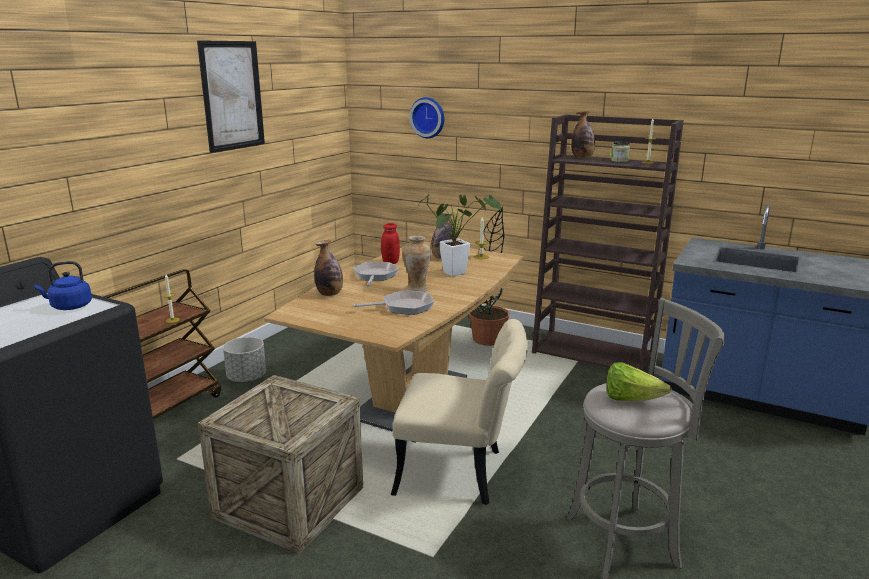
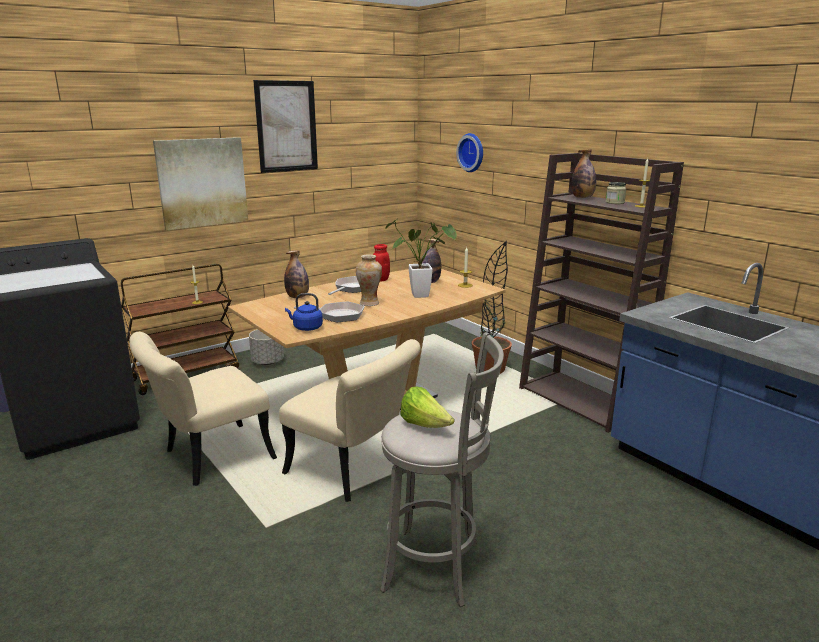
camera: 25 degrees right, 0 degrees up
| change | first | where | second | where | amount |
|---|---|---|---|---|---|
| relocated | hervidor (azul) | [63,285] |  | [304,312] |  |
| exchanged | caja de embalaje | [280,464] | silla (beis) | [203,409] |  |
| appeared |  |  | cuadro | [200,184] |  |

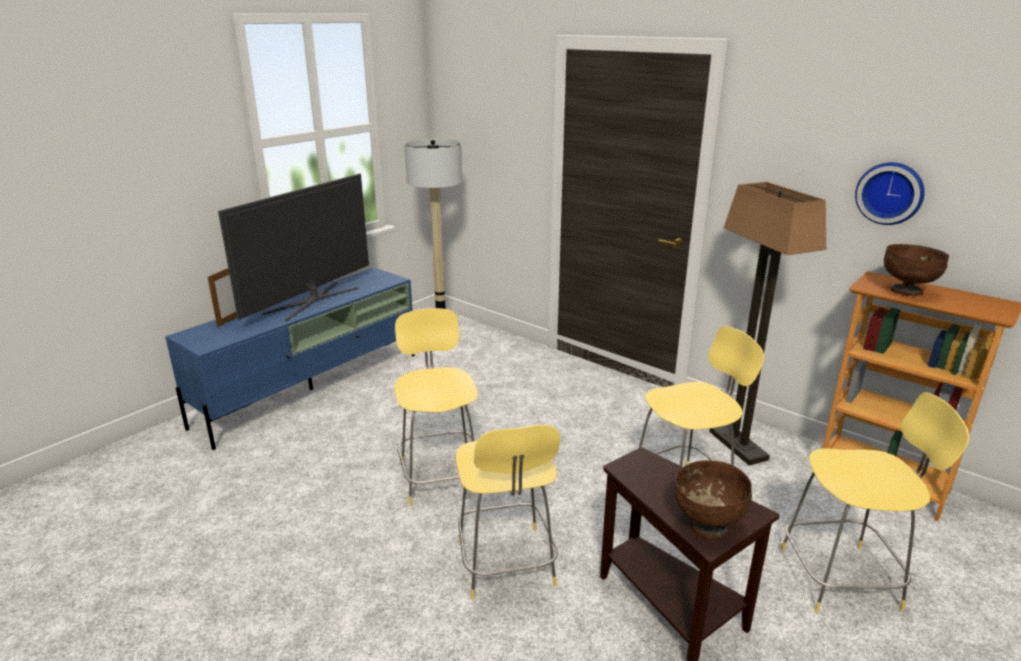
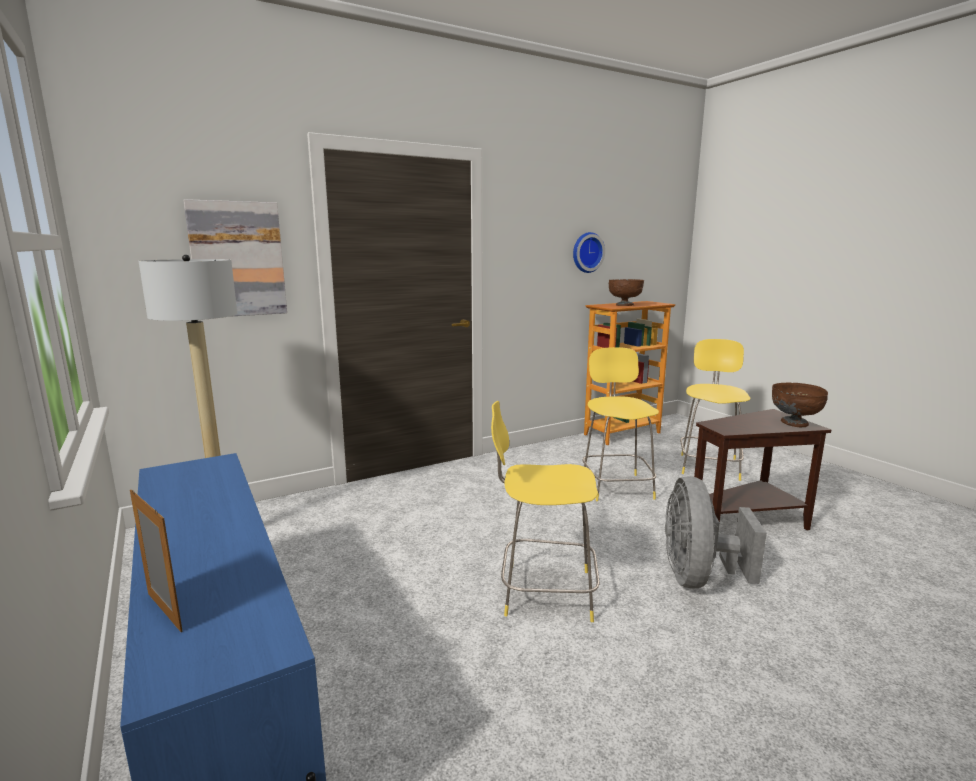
camera: 70 degrees left, 10 degrees down
| change | first | where | second | where | amount |
|---|---|---|---|---|---|
| missing | televisor | [293,247] |  |  |  |
| missing | lámpara de pie | [768,323] |  |  |  |
| exchanged | taburete (amarillo) | [508,512] | ventilador (gris) | [716,532] |  |
| appeared |  |  | cuadro | [235,258] |  |

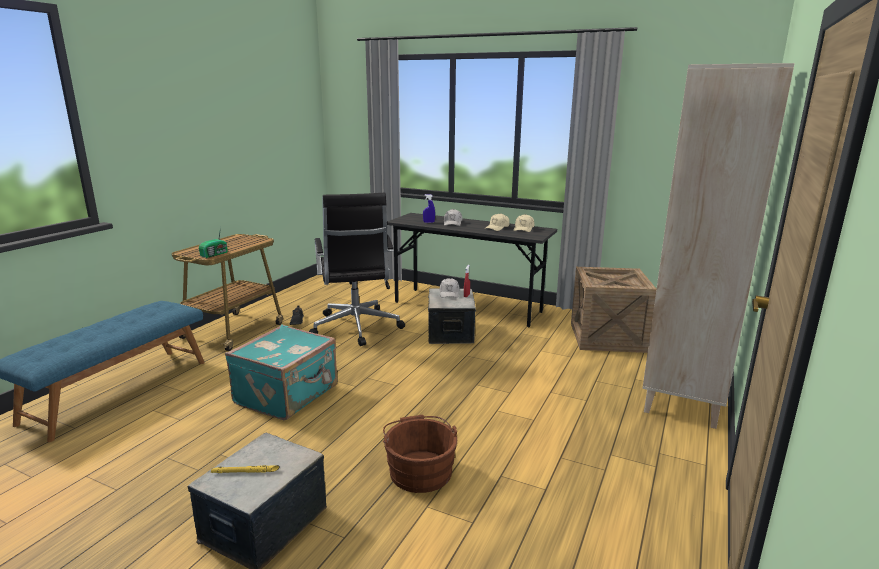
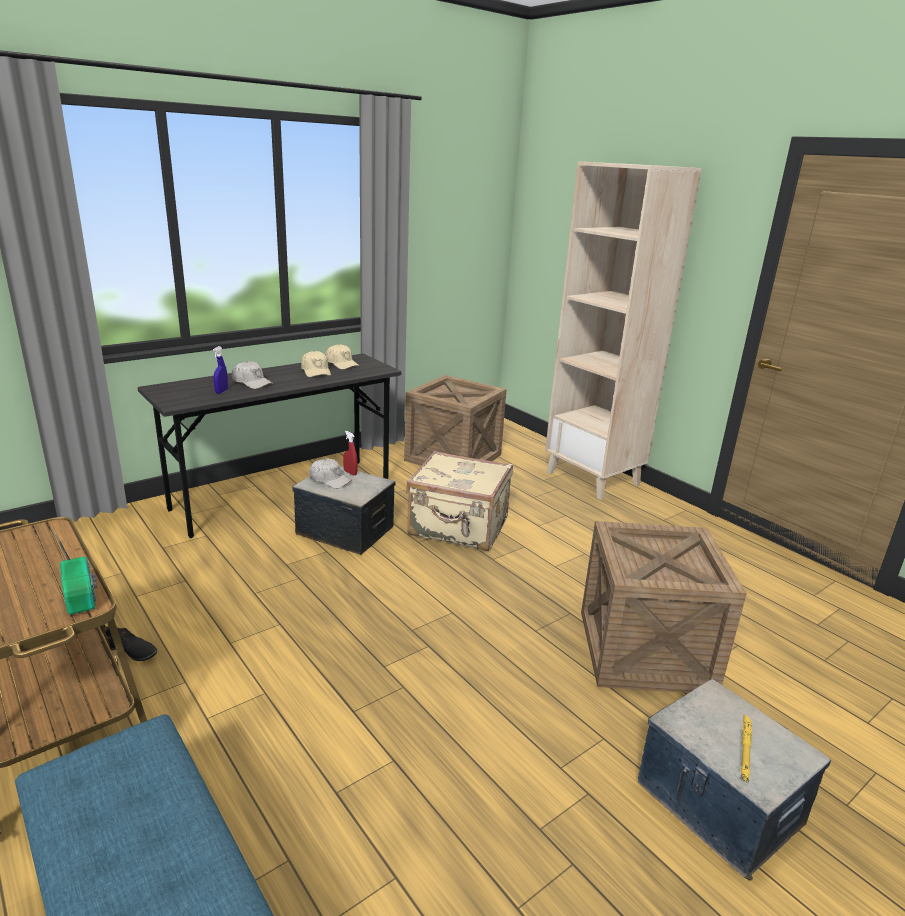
camera: 65 degrees left, 5 degrees up
| change | first | where | second | where | amount |
|---|---|---|---|---|---|
| missing | silla de oficina (negro) | [357,269] |  |  |  |
| missing | maleta (turquesa) | [281,372] |  |  |  |
| exchanged | cubo (marrón) | [420,454] | caja de embalaje | [664,607] |  |
| appeared |  |  | maleta (beis) | [459,501] |  |

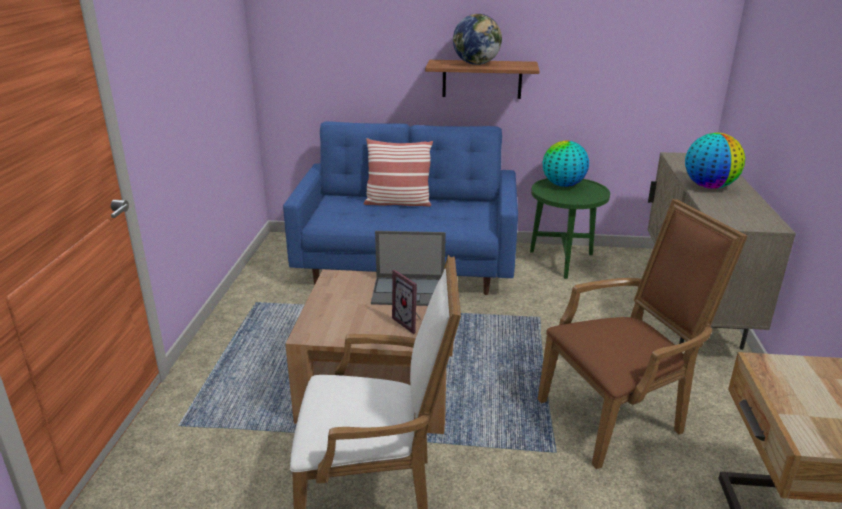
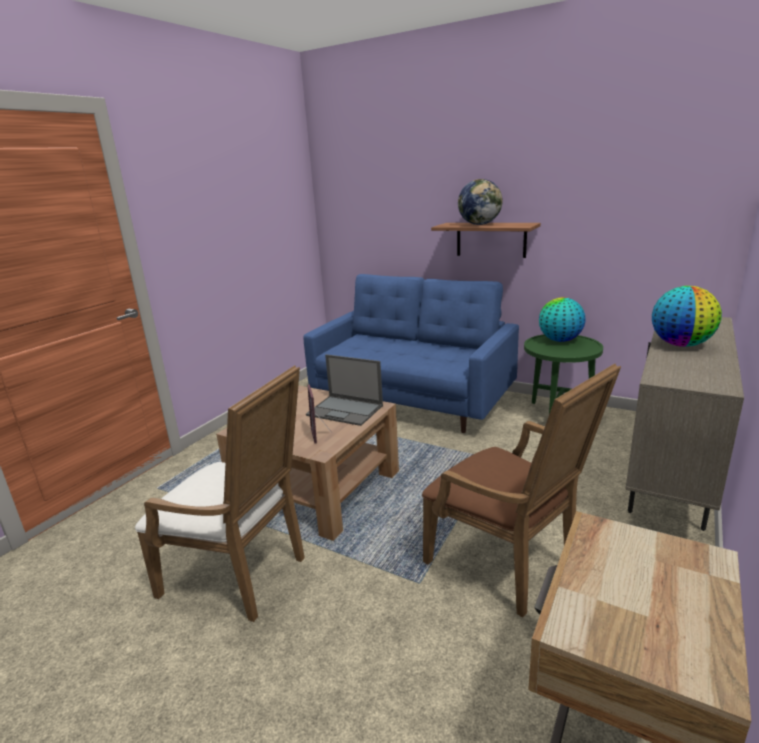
camera: 25 degrees right, 5 degrees down
| change | first | where | second | where | amount |
|---|---|---|---|---|---|
| missing | cojín | [398,172] |  |  |  |
| spun | sillón (marrón) | [643,334] |  | [521,491] | 45 degrees clockwise |

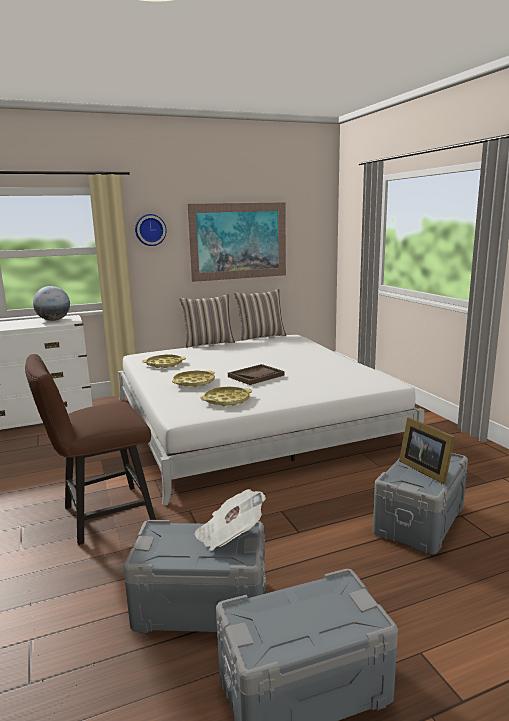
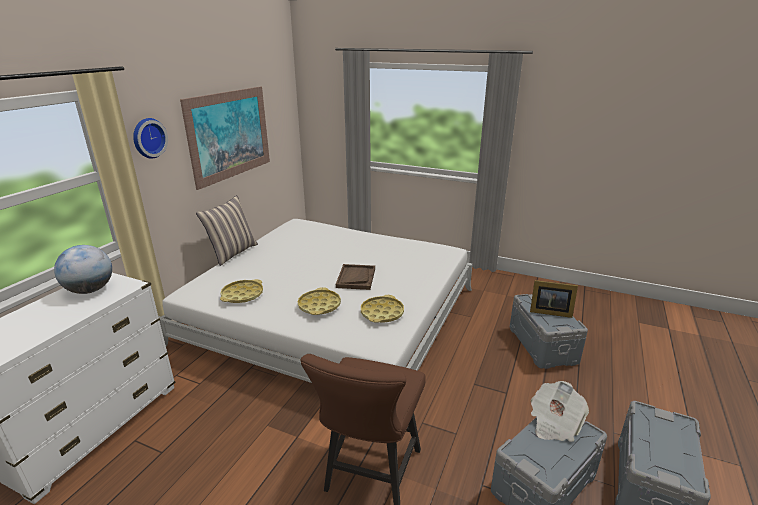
camera: 45 degrees left, 10 degrees up
| change | first | where | second | where | amount |
|---|---|---|---|---|---|
| missing | cojín | [260,315] |  |  |  |

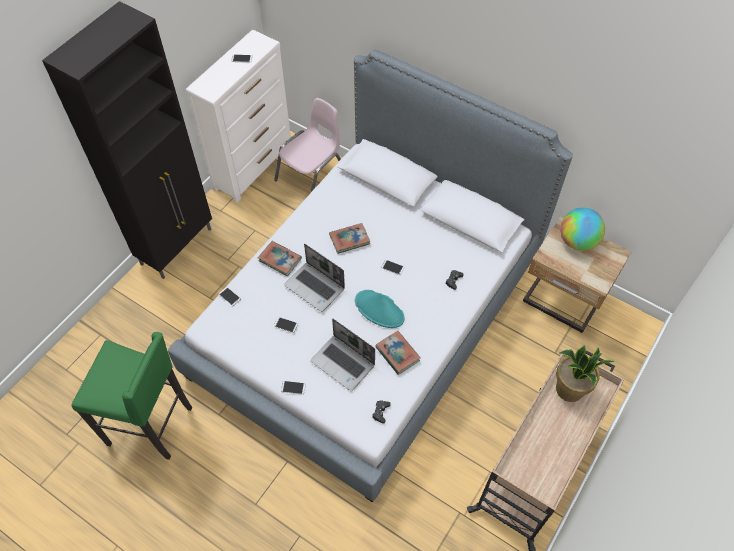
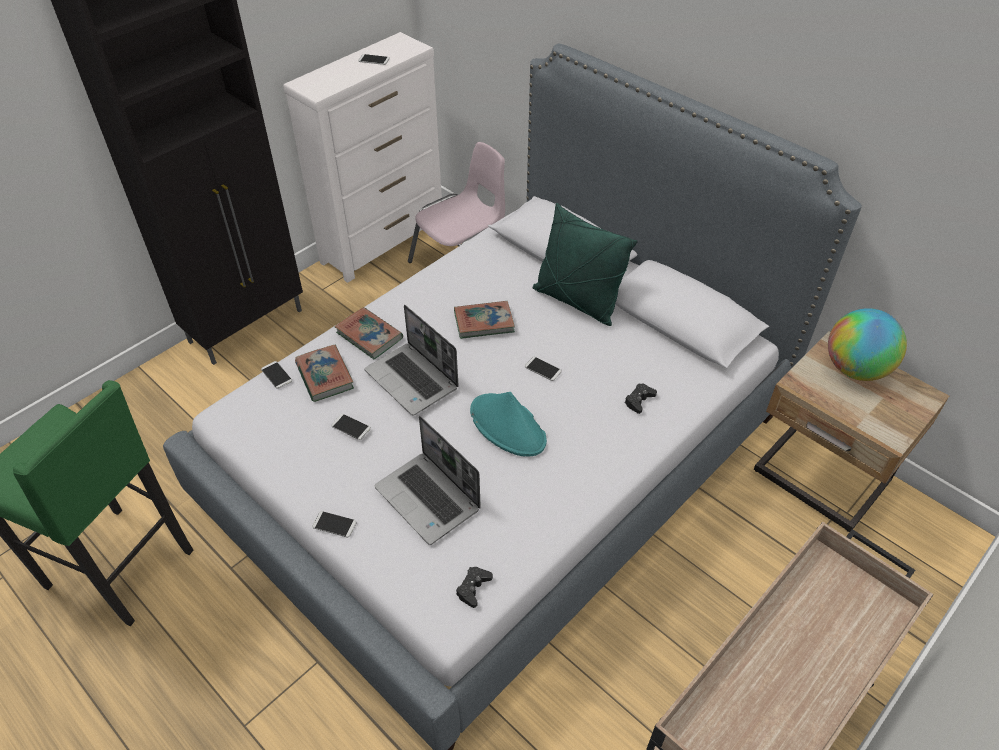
camera: 10 degrees right, 10 degrees down
| change | first | where | second | where | amount |
|---|---|---|---|---|---|
| relocated | libro | [398,353] |  | [324,373] |  |
| missing | planta en maceta | [585,373] |  |  |  |
| appeared |  |  | cojín (verde) | [585,264] |  |

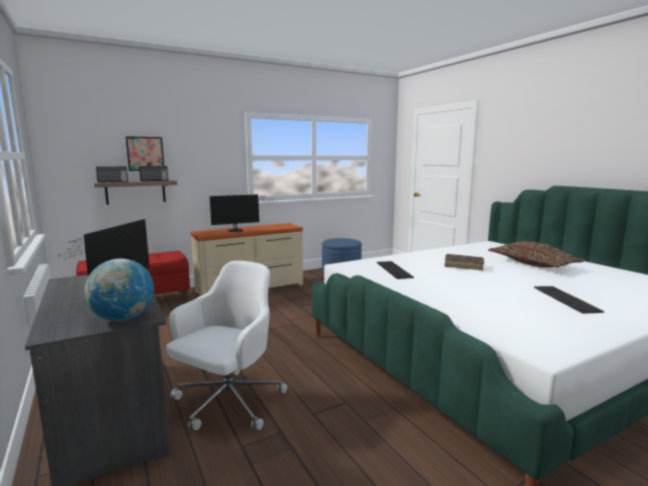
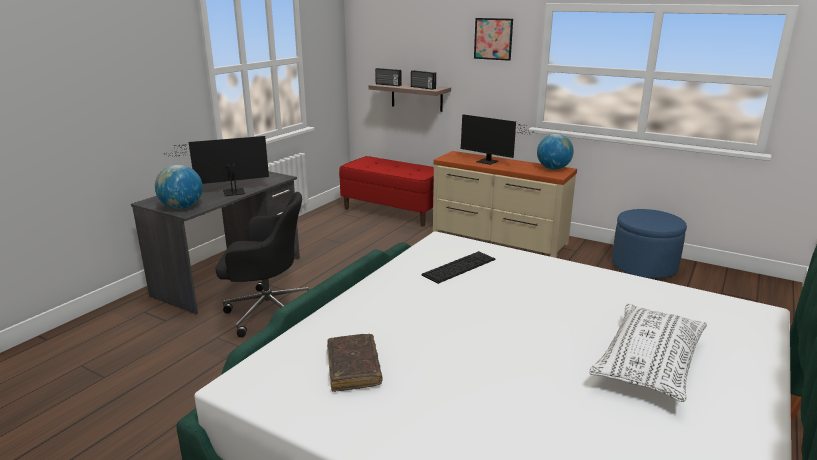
camera: 60 degrees right, 10 degrees up
| change | first | where | second | where | amount |
|---|---|---|---|---|---|
| relocated | cuadro | [145,153] |  | [493,39] |  |
| colour | cojín (marrón) | [536,254] | cojín (blanco) | [648,353] |  |
| relocated | libro (marrón) | [464,262] |  | [355,363] |  |
| colour | silla de oficina (blanco) | [226,345] | silla de oficina (negro) | [262,264] |  |
| missing | teclado | [569,300] |  |  |  |
| appeared |  |  | globo terráqueo | [555,152] |  |

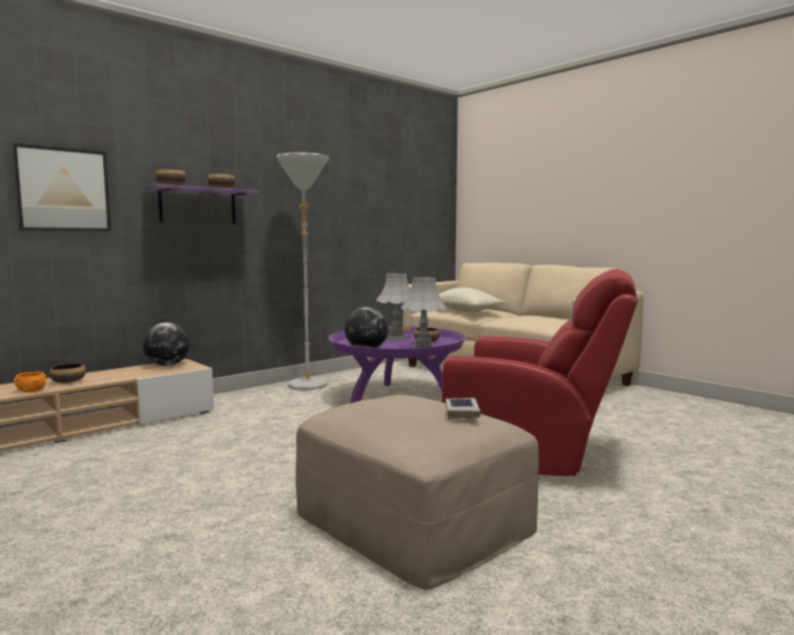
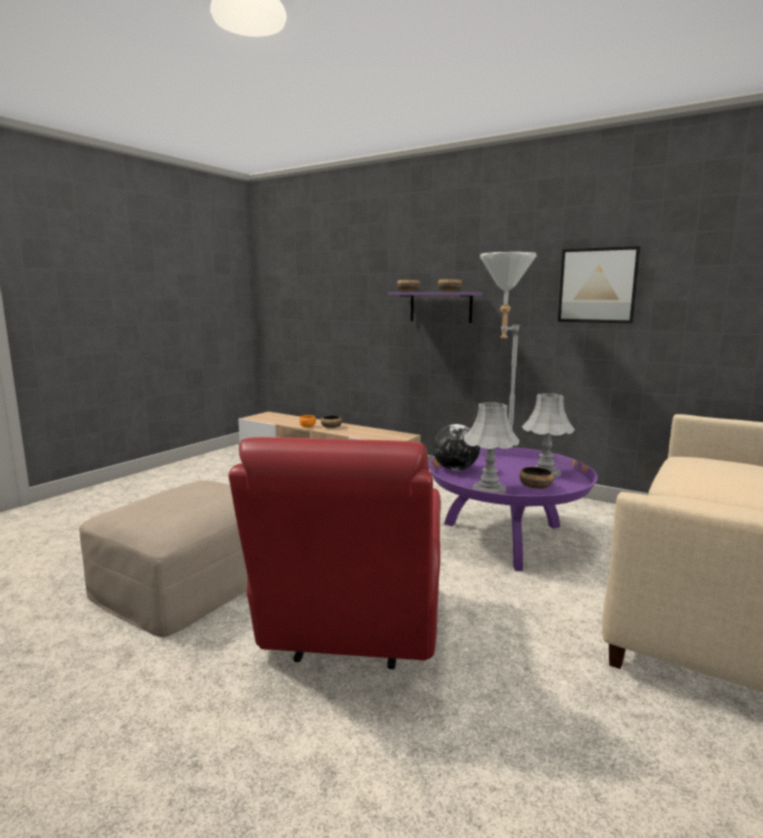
camera: 75 degrees right, 5 degrees up
| change | first | where | second | where | amount |
|---|---|---|---|---|---|
| relocated | cuadro | [61,187] |  | [599,285] |  |
| missing | cojín | [472,299] |  |  |  |
| missing | globo terráqueo | [166,344] |  |  |  |
| missing | libro | [463,408] |  |  |  |

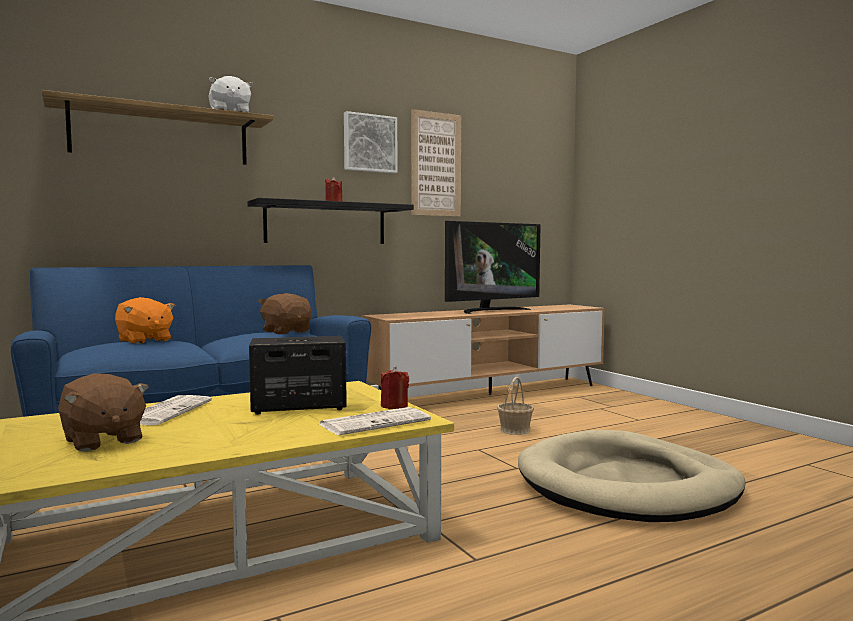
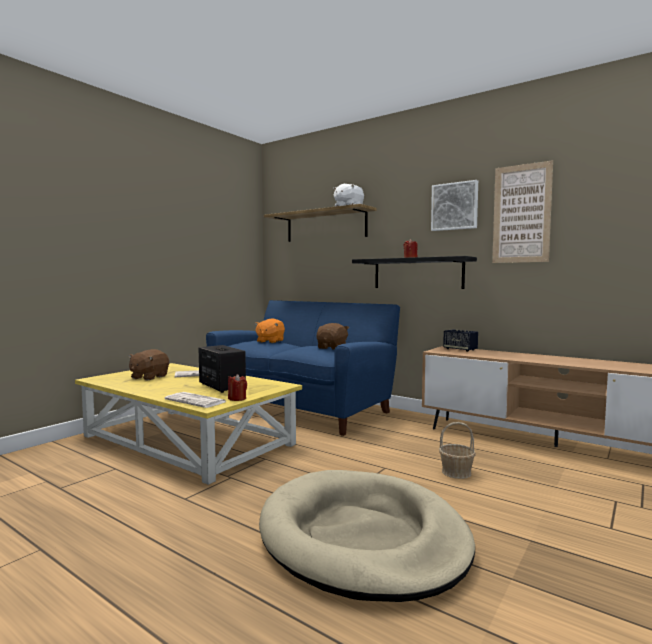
camera: 65 degrees right, 0 degrees up
| change | first | where | second | where | amount |
|---|---|---|---|---|---|
| missing | televisor | [493,267] |  |  |  |
| appeared |  |  | altavoz | [460,340] |  |

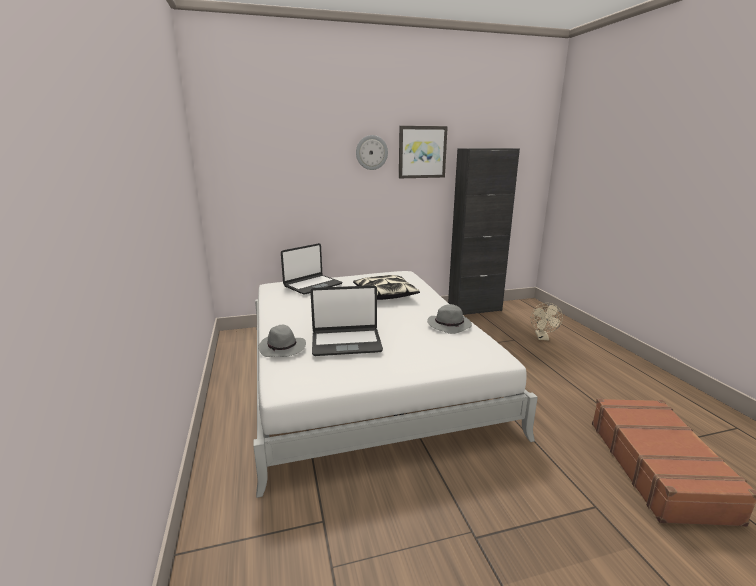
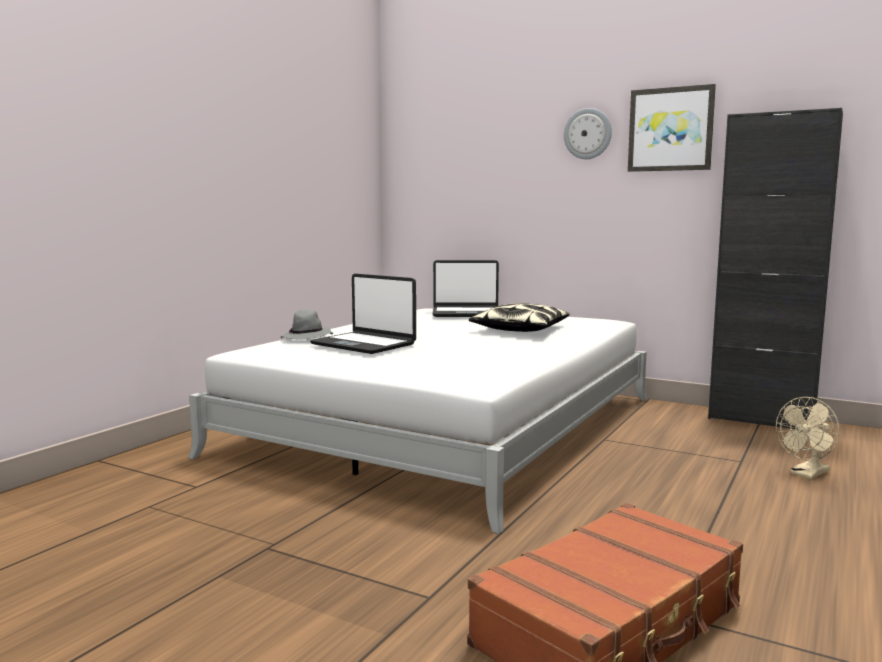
camera: 45 degrees right, 10 degrees down
| change | first | where | second | where | amount |
|---|---|---|---|---|---|
| missing | sombrero (gris) | [449,319] |  |  |  |

